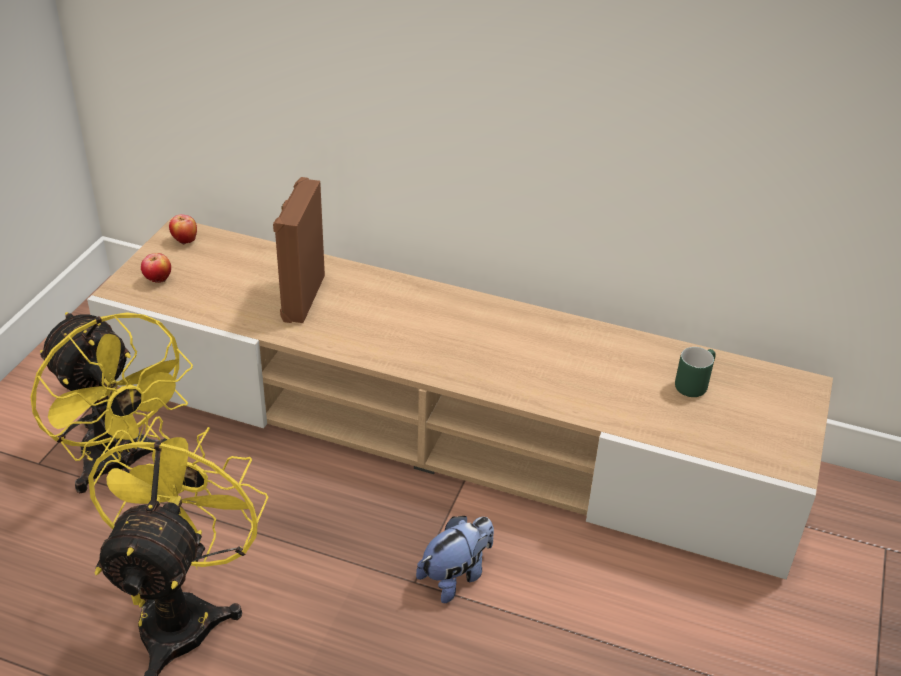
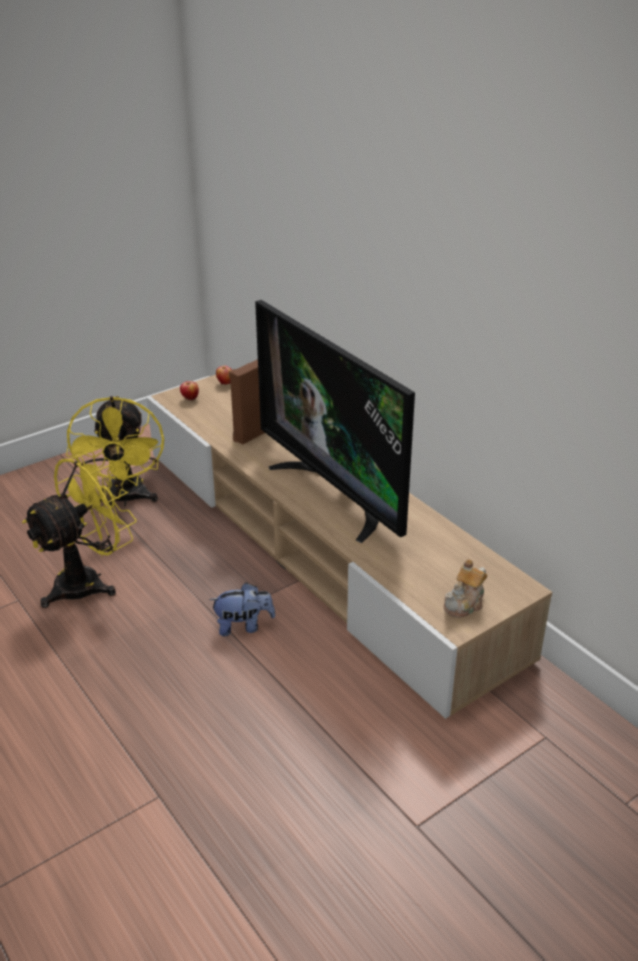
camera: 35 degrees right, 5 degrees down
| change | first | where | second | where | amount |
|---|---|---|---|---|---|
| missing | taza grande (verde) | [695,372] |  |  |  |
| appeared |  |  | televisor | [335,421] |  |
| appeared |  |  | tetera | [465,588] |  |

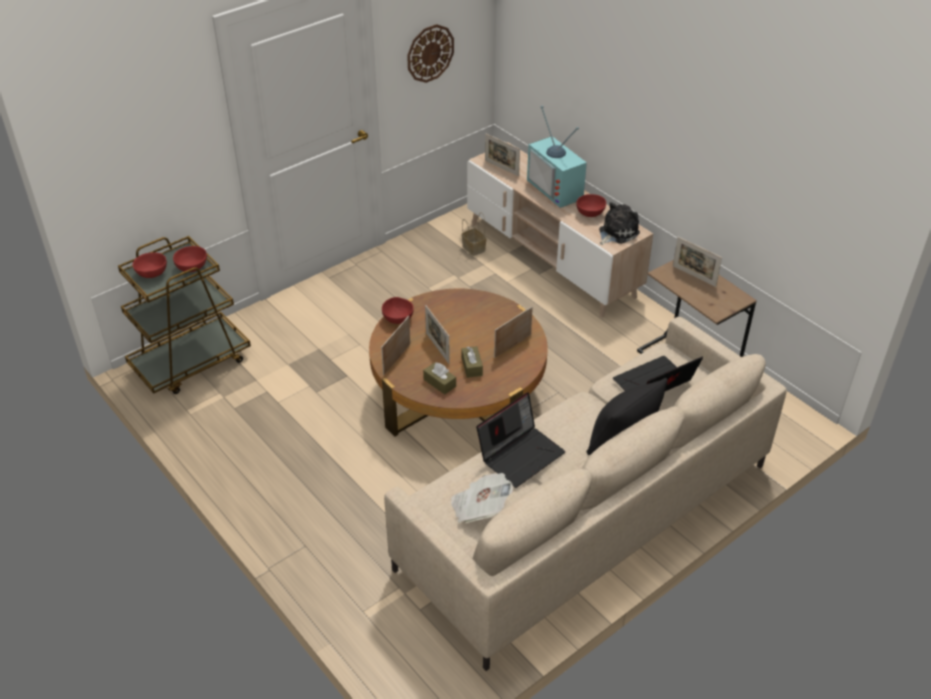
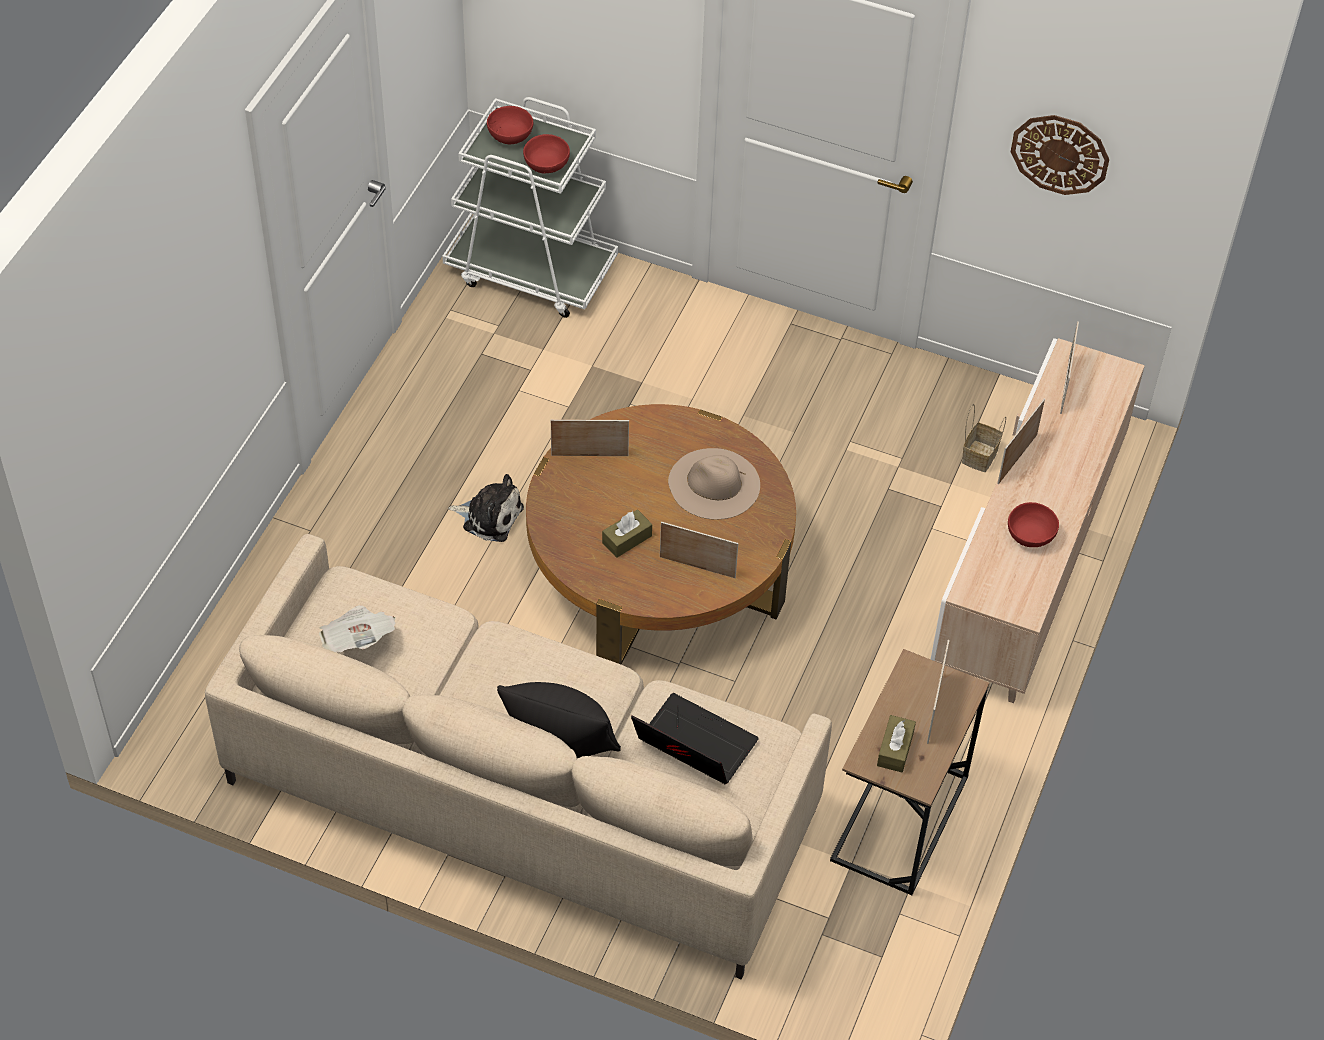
camera: 60 degrees right, 10 degrees up
| change | first | where | second | where | amount |
|---|---|---|---|---|---|
| missing | televisor | [557,157] |  |  |  |
| relocated | peluche | [619,223] |  | [486,508] |  |
| colour | carrito (marrón) | [184,315] | carrito (blanco) | [530,207] |  |
| missing | cuenco (rojo) | [398,310] |  |  |  |
| relocated | portarretratos | [437,334] |  | [1021,441] |  |
| relocated | caja de pañuelos (marrón) | [439,379] |  | [896,743] |  |
| missing | portátil | [520,440] |  |  |  |
| appeared |  |  | sombrero (beis) | [714,484] |  |

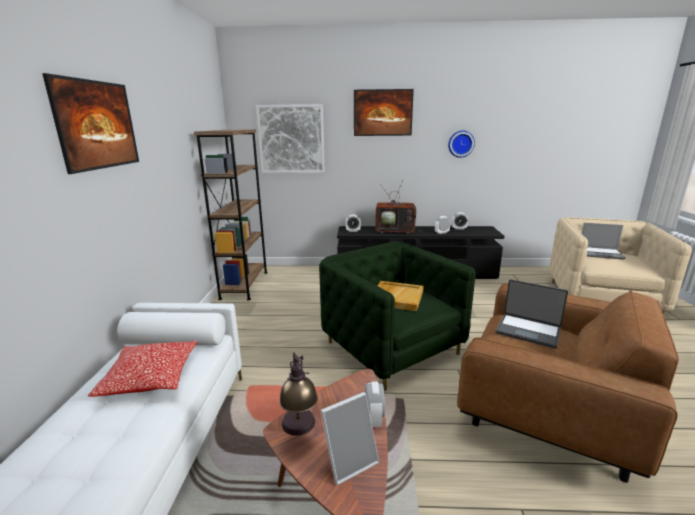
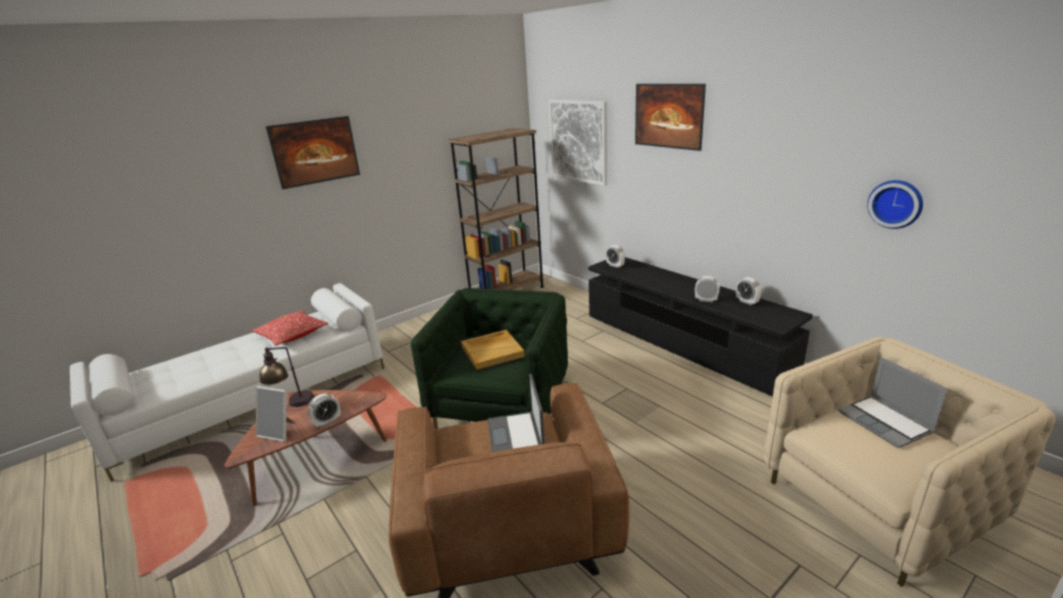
camera: 50 degrees right, 5 degrees up
| change | first | where | second | where | amount |
|---|---|---|---|---|---|
| relocated | reloj de pared | [461,144] |  | [895,204] |  |
| missing | televisor | [398,207] |  |  |  |

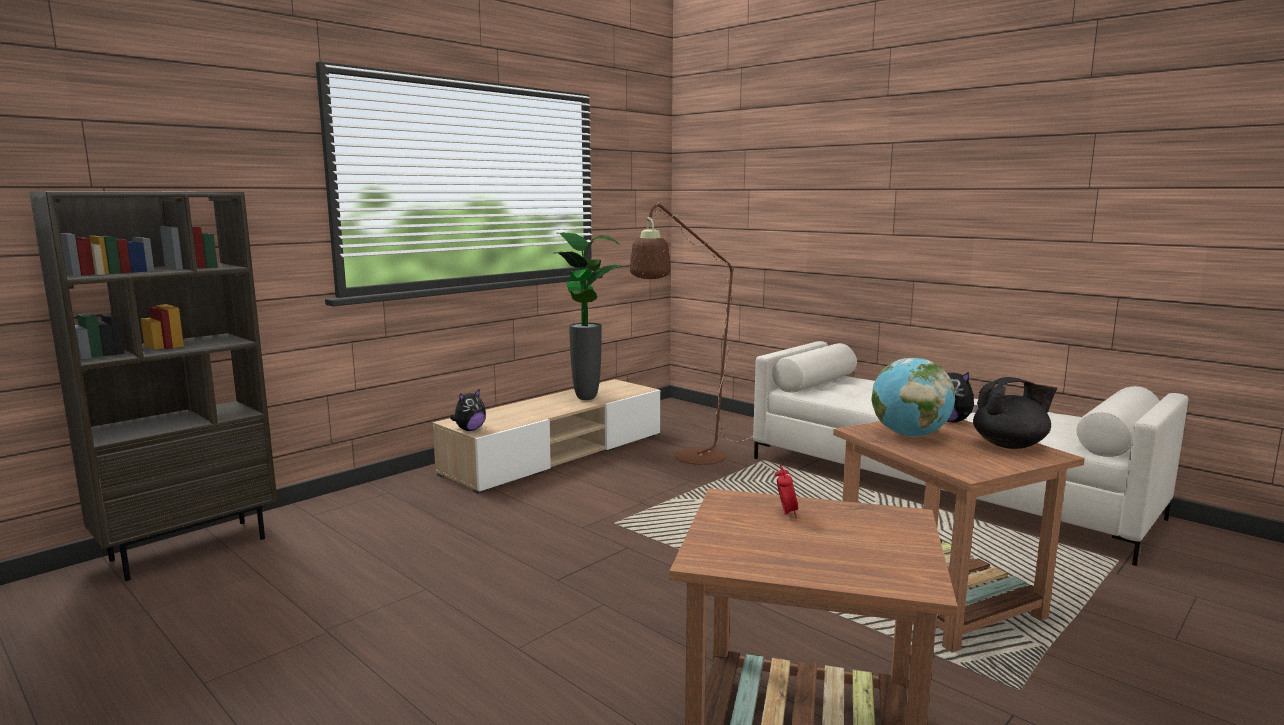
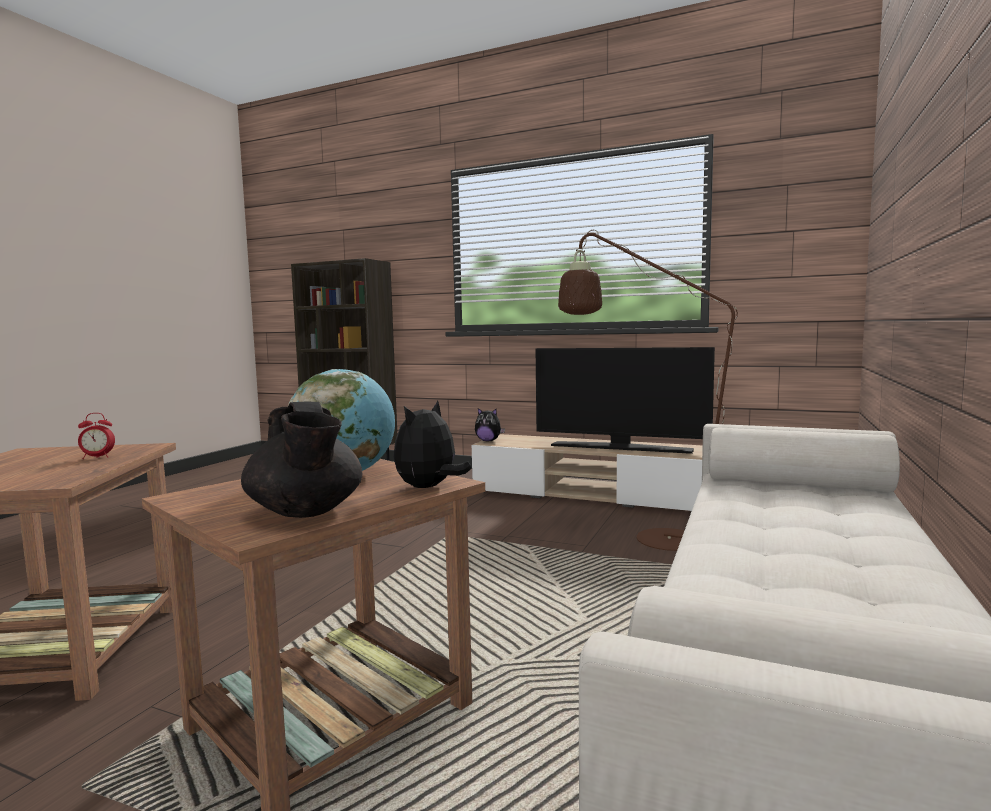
camera: 70 degrees right, 5 degrees down
| change | first | where | second | where | amount |
|---|---|---|---|---|---|
| exchanged | planta en maceta | [587,316] | televisor | [625,400] |  |

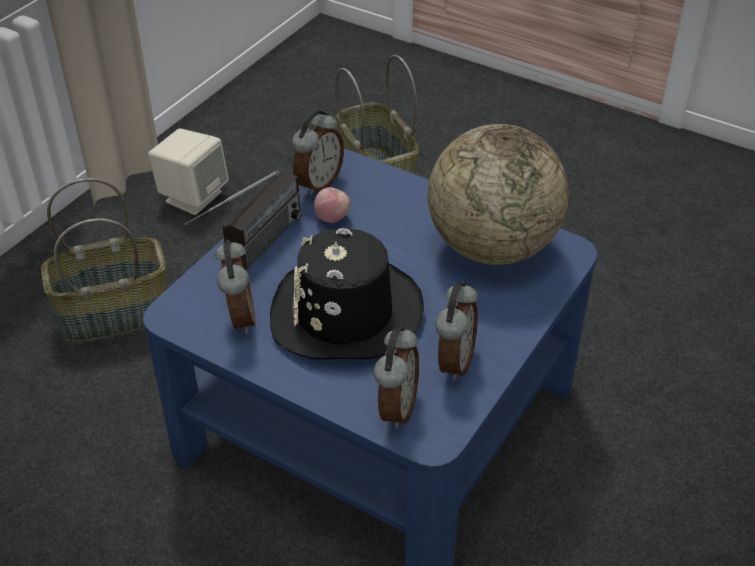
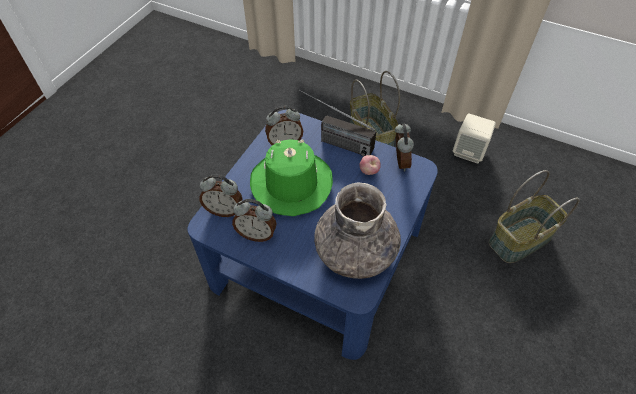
camera: 85 degrees right, 10 degrees up
| change | first | where | second | where | amount |
|---|---|---|---|---|---|
| spun | despertador | [318,153] |  | [404,147] | 120 degrees counterclockwise |
| exchanged | globo terráqueo | [498,194] | florero (gris) | [357,231] |  |
| colour | sombrero (negro) | [347,294] | sombrero (verde) | [291,177] |  |

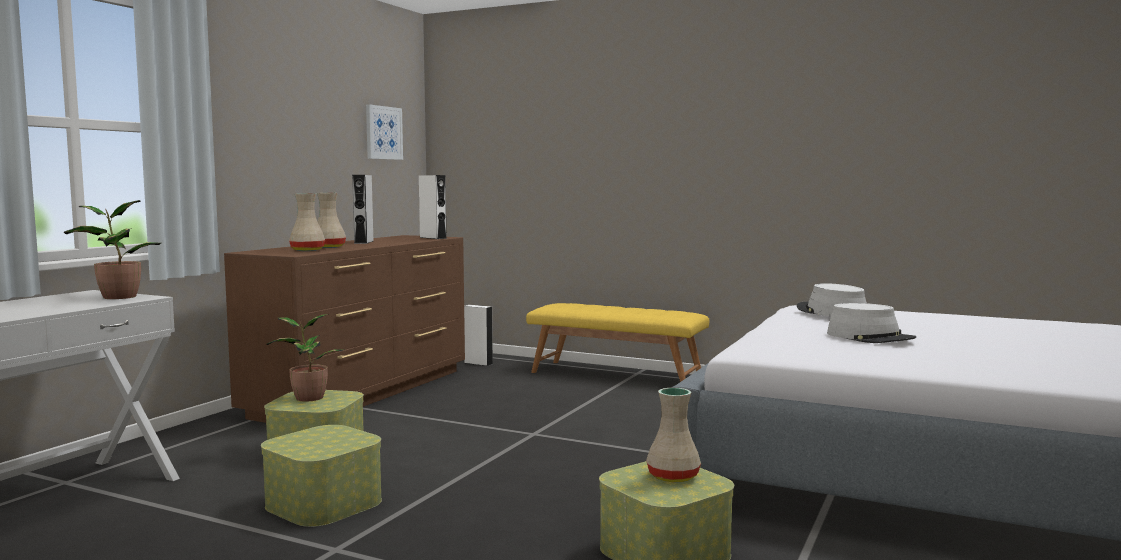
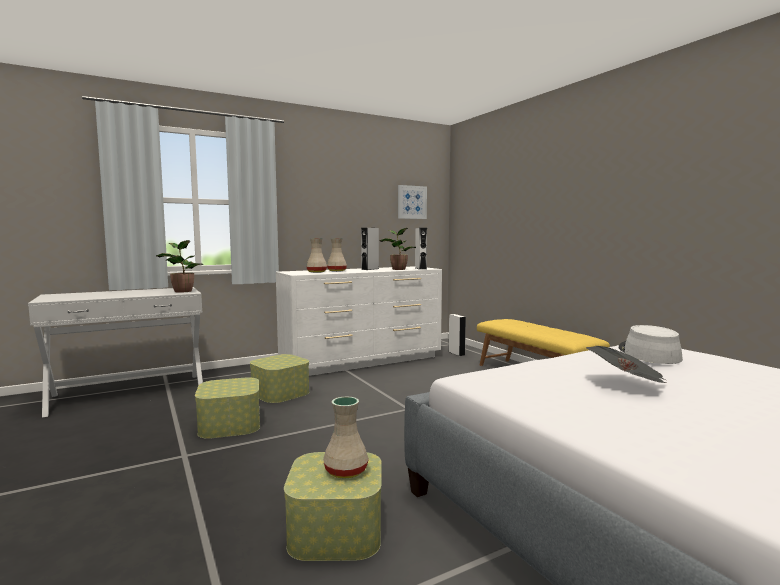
camera: 35 degrees right, 0 degrees up
| change | first | where | second | where | amount |
|---|---|---|---|---|---|
| colour | cómoda (marrón) | [344,329] | cómoda (blanco) | [359,321] |  |
| exchanged | sombrero (gris) | [871,323] | periódico | [626,364] |  |
| relocated | planta en maceta | [305,358] |  | [398,249] |  |

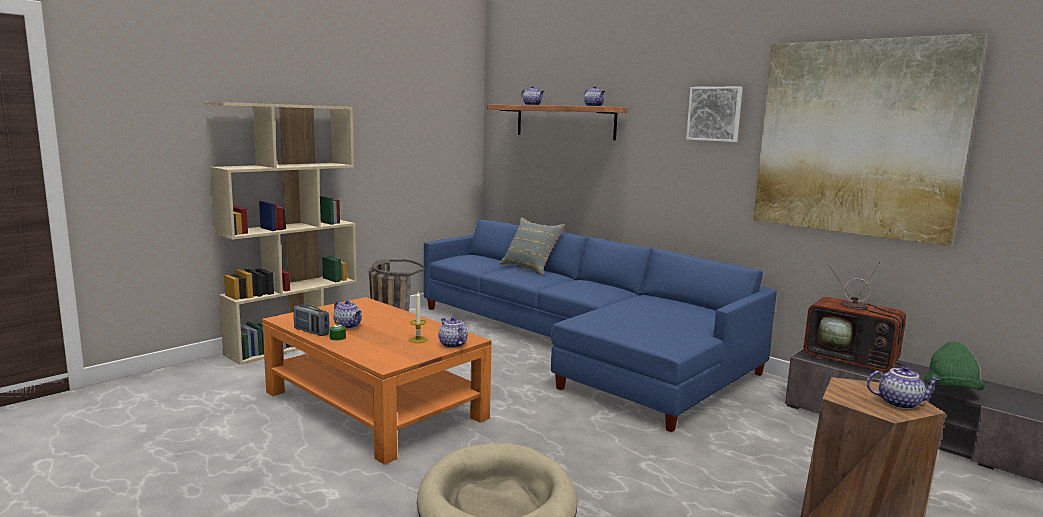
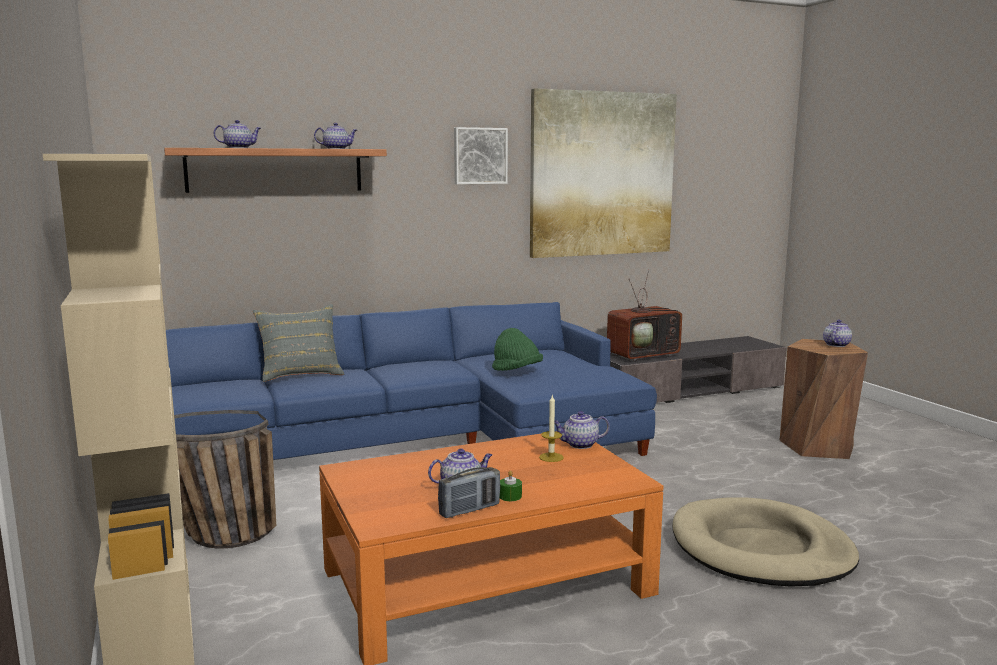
camera: 65 degrees left, 0 degrees up
| change | first | where | second | where | amount |
|---|---|---|---|---|---|
| relocated | sombrero (verde) | [954,365] |  | [517,349] |  |

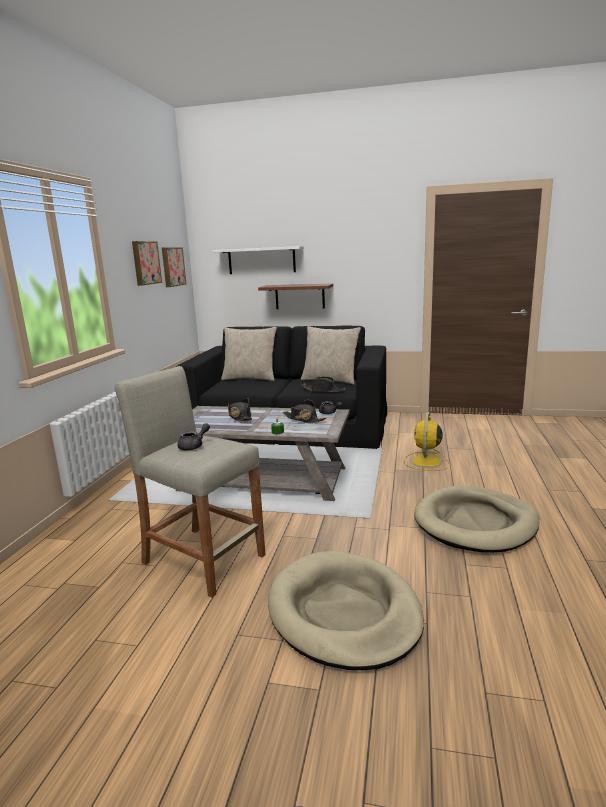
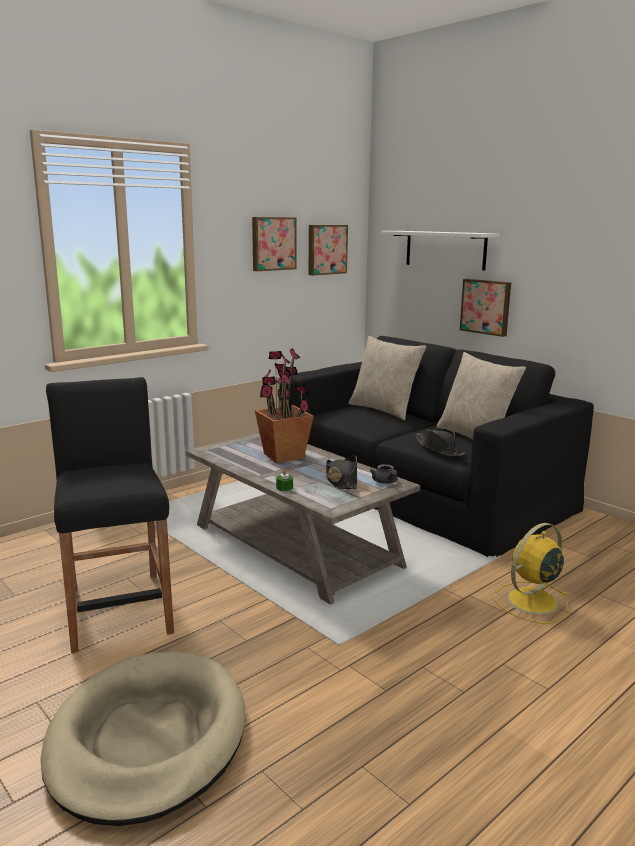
camera: 35 degrees right, 0 degrees up
| change | first | where | second | where | amount |
|---|---|---|---|---|---|
| exchanged | estante (marrón) | [295,296] | cuadro | [485,308] |  |
| colour | taburete (beis) | [190,482] | taburete (negro) | [110,515] |  |
| exchanged | sombrero (negro) | [240,409] | planta en maceta | [284,405] |  |
| missing | tetera (gris) | [193,436] |  |  |  |
| missing | cama para perro (beis) | [477,518] |  |  |  |

